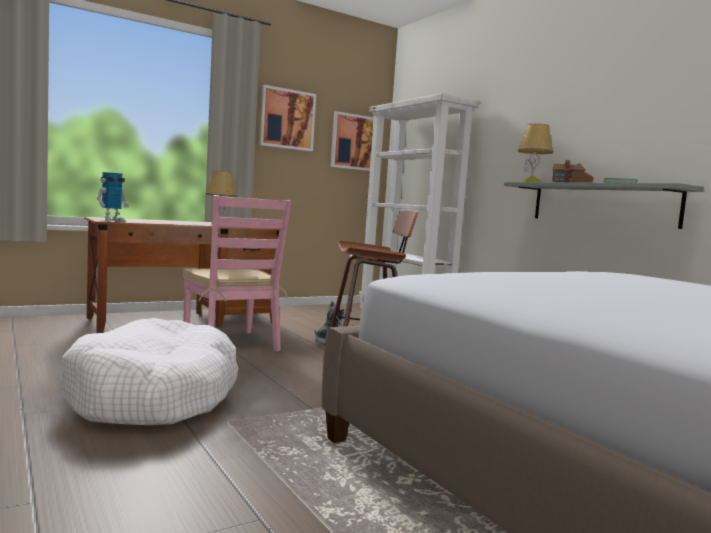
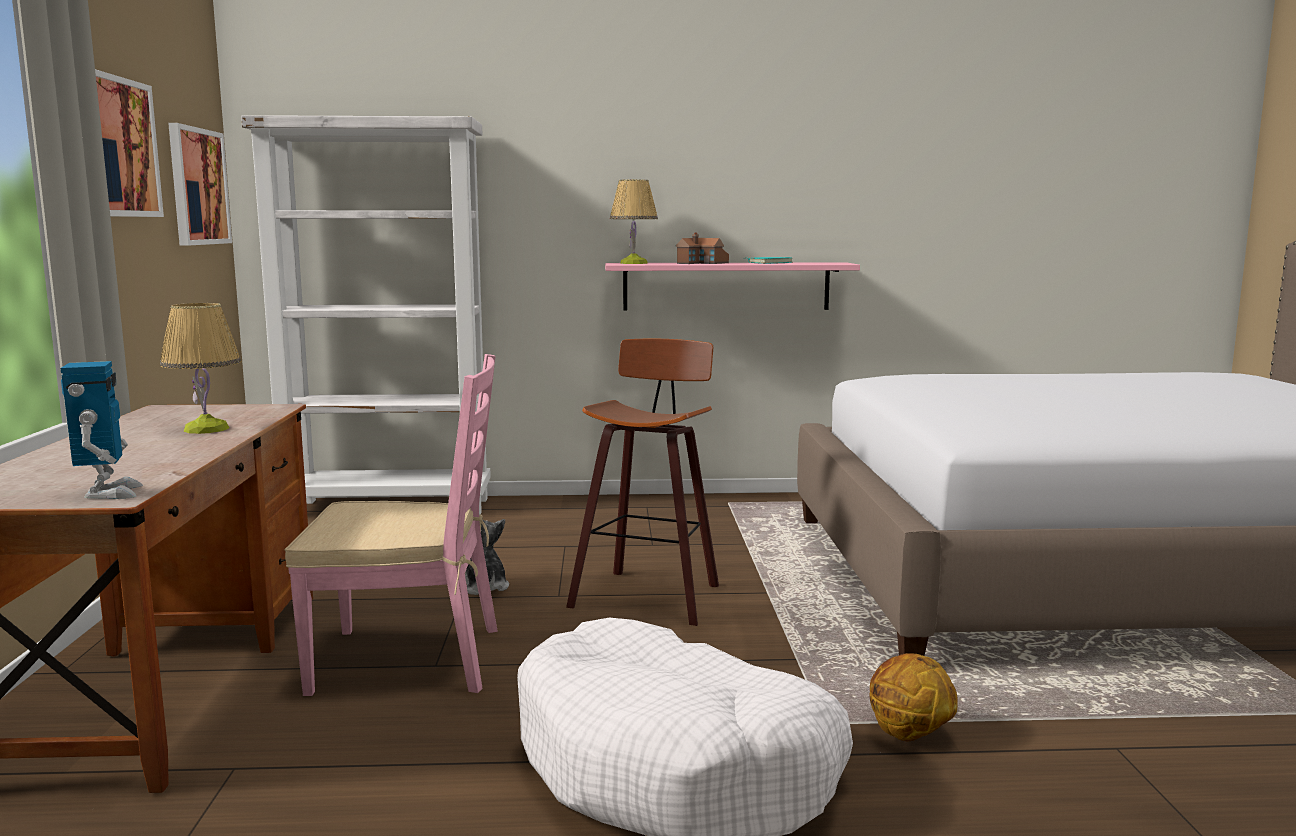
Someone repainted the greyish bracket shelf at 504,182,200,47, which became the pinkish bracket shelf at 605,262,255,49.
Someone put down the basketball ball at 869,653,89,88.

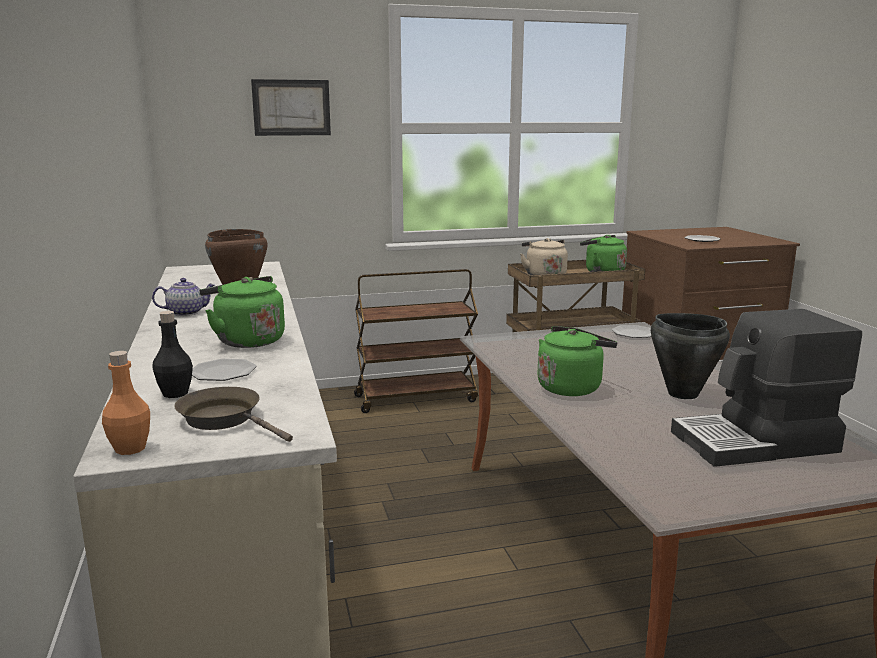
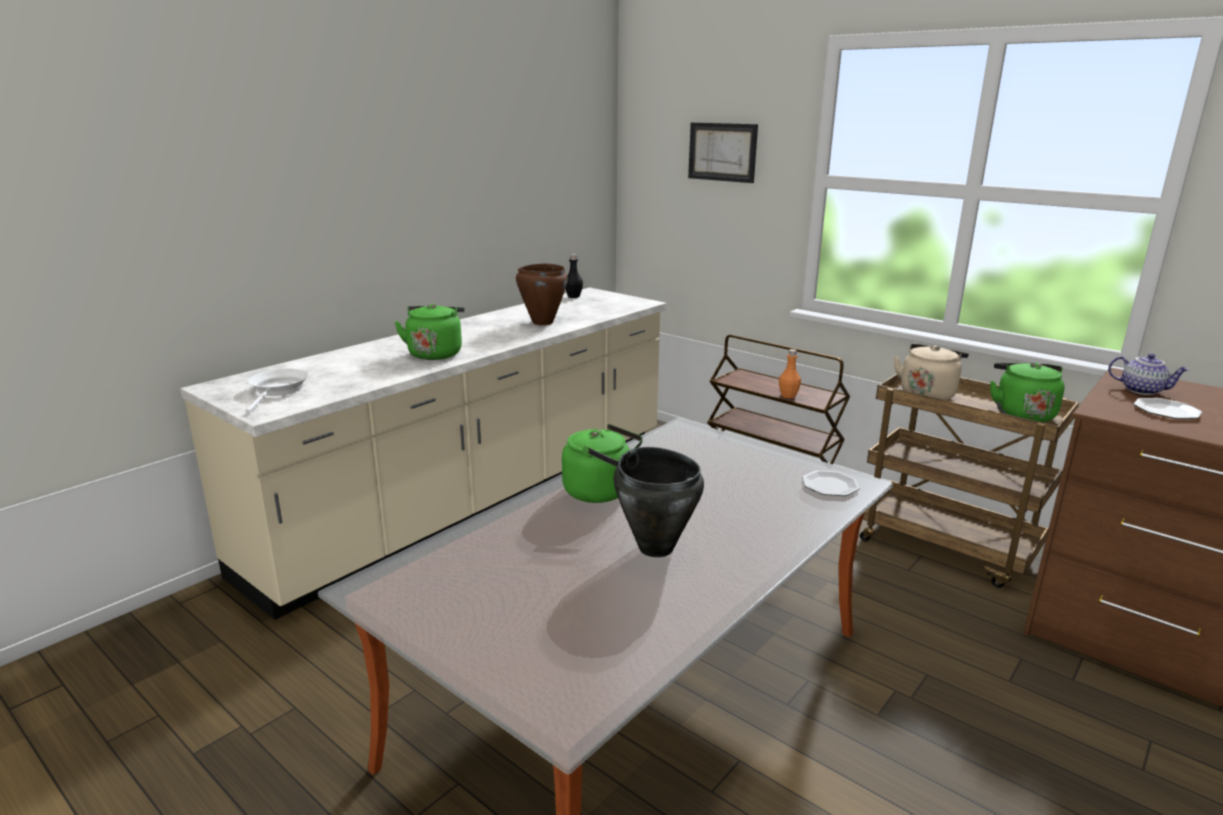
Someone repainted the brownish frying pan at 174,387,119,55, which became the whitish frying pan at 246,369,62,44.
Someone carried the black-coloured drink bottle from 152,311,41,87 to 565,254,18,44.
Someone carried the orange drink bottle from 102,351,48,104 to 779,349,22,49.
Someone carried the teapot from 152,278,63,38 to 1108,353,81,42.
Someone took away the flat dish at 192,359,65,22.
Someone took away the coffee maker at 671,309,191,158.

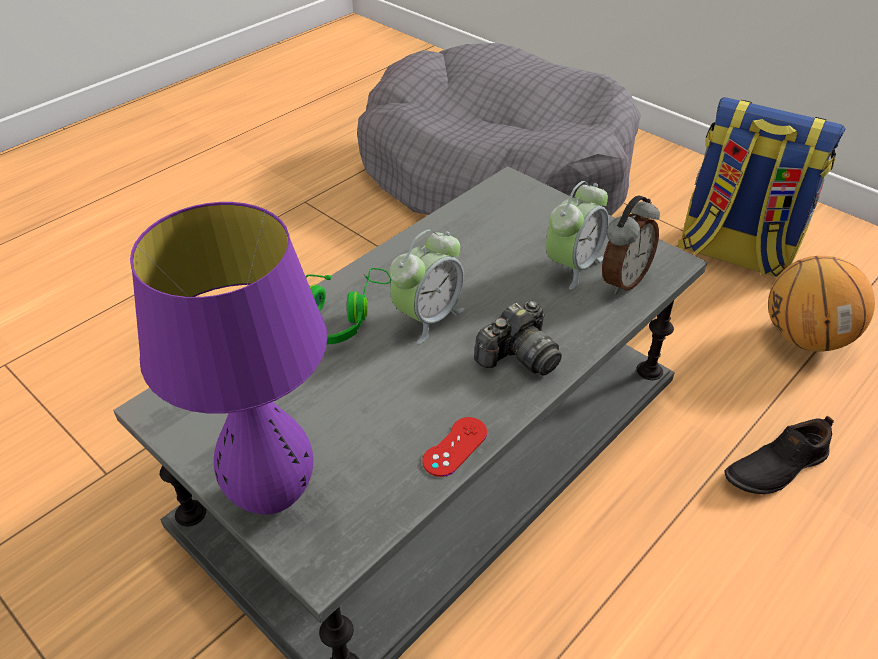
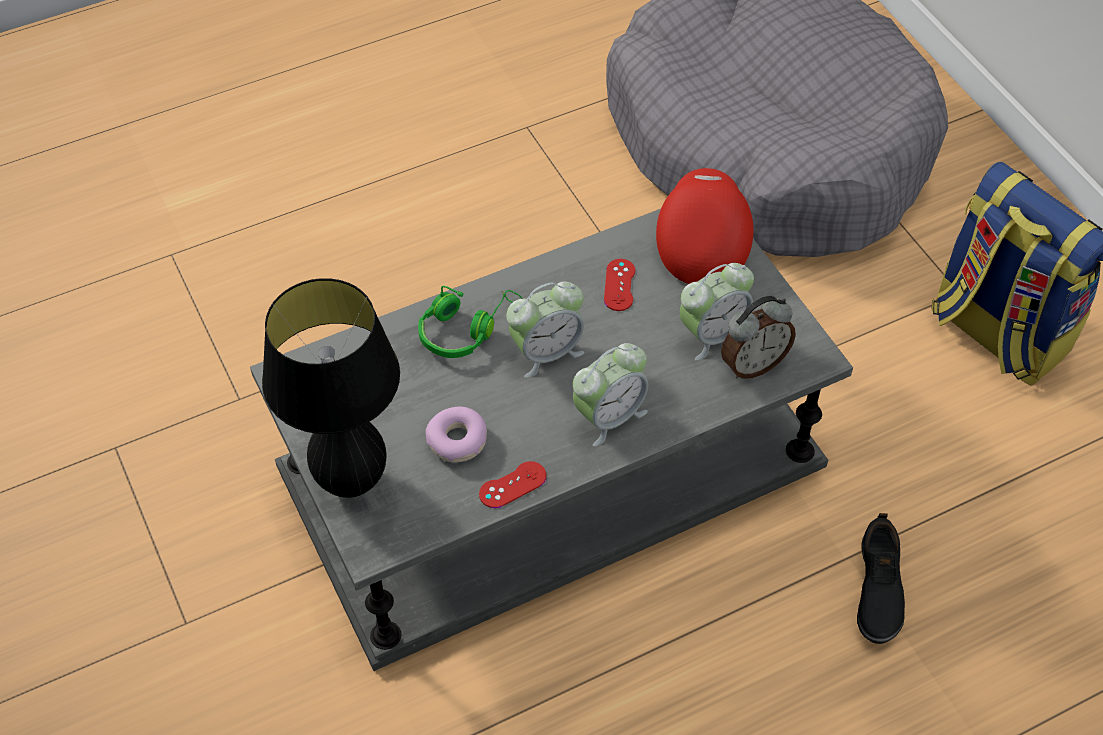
Someone repainted the purple table lamp at 130,202,197,312, which became the black-coloured table lamp at 262,278,138,220.
Someone put down the doughnut at 425,407,62,56.
Someone swapped the photo camera at 474,300,88,75 for the alarm clock at 573,343,75,104.
Someone put down the red-coloured game controller at 604,259,31,52.
Someone put down the red-coloured baseball cap at 656,168,98,116.
Someone rotated the black-coloured item of footwear at 725,416,109,78 by 75 degrees counterclockwise.
Someone took away the basketball ball at 768,256,107,96.

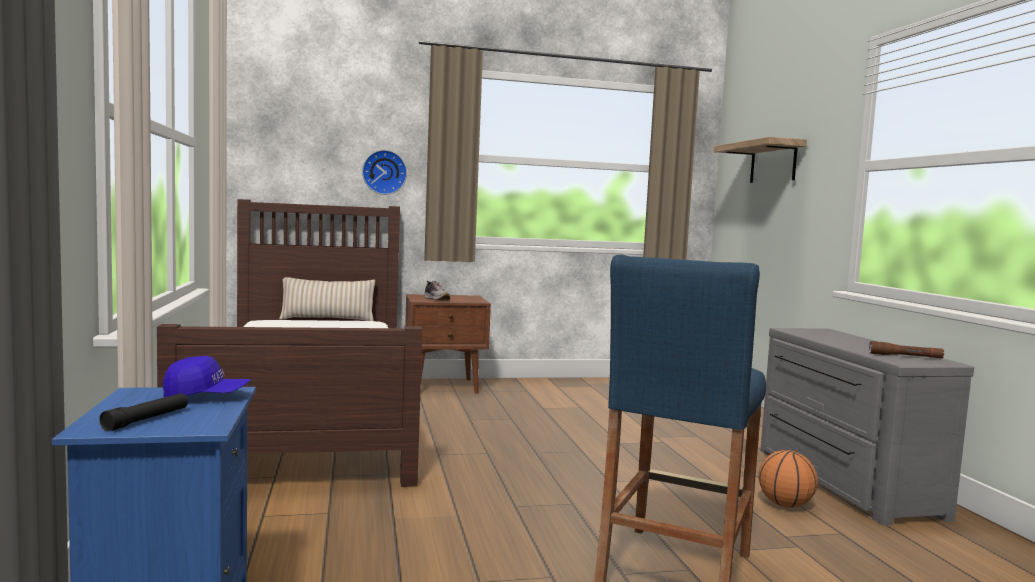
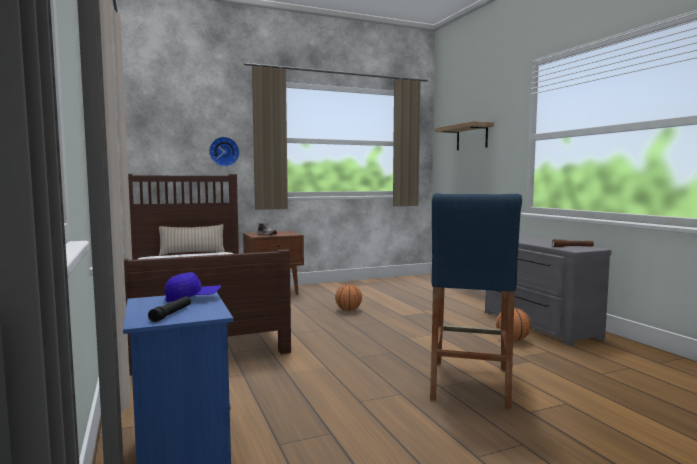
Someone put down the basketball ball at 335,284,27,27.

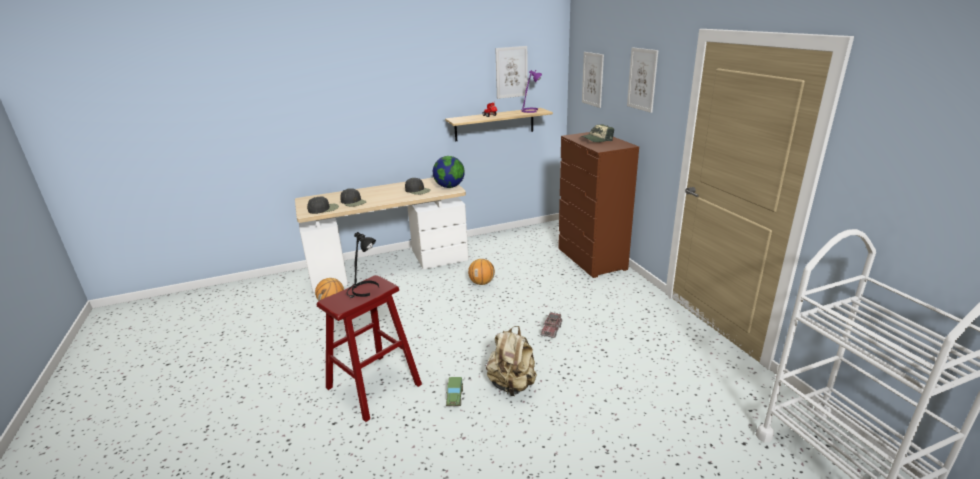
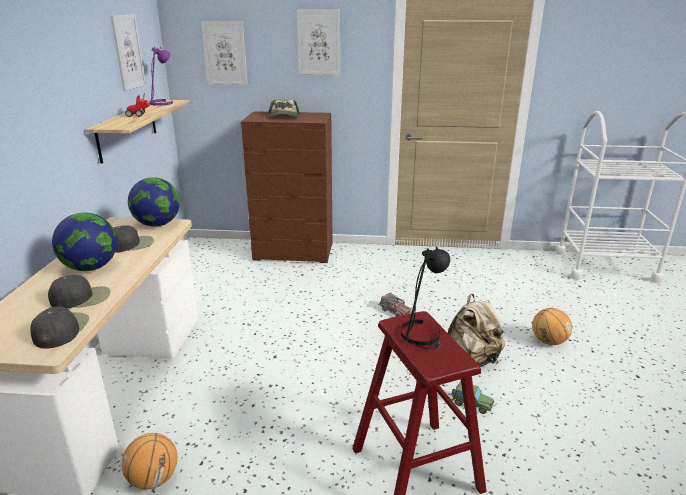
Someone put down the globe at 52,213,65,58.
Someone carried the basketball ball from 468,259,27,26 to 532,308,40,37.

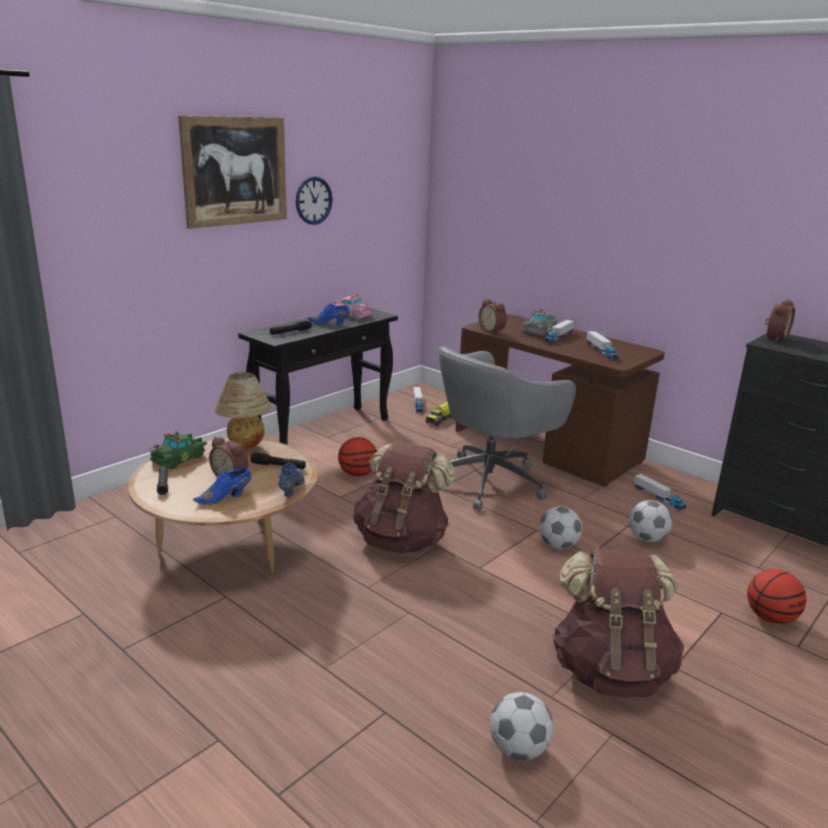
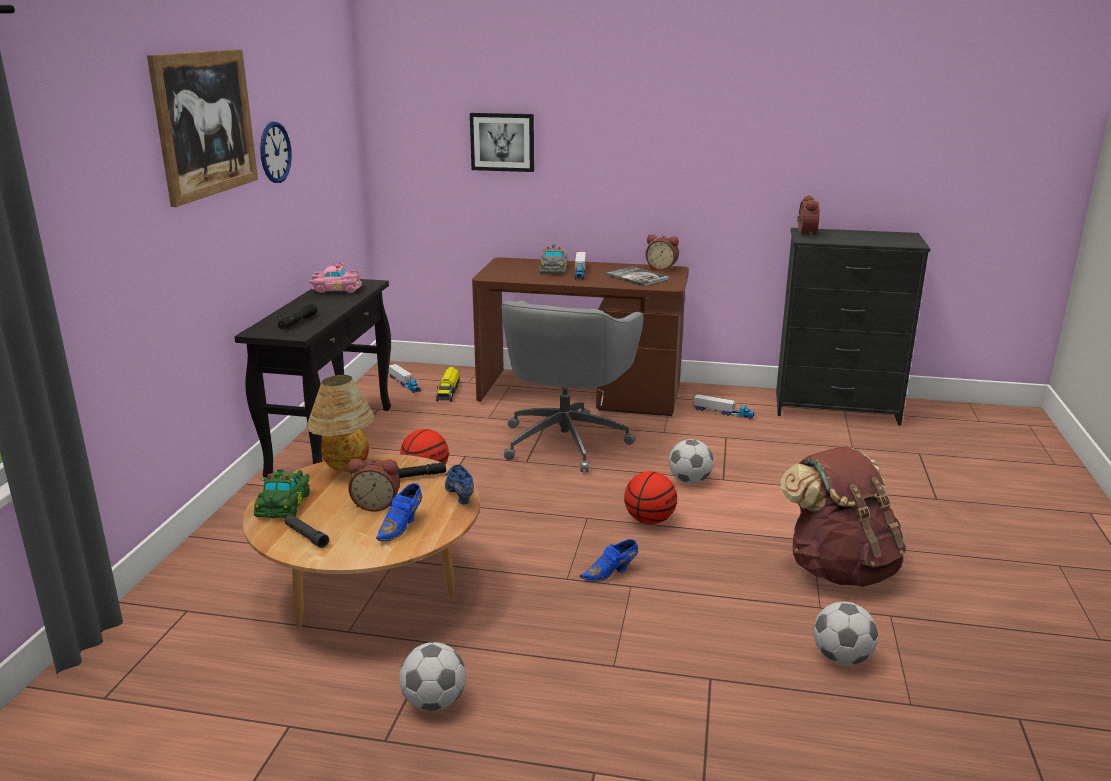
Someone carried the football from 629,500,43,42 to 399,642,67,69.
Someone put up the wall picture at 470,113,64,59.
Someone carried the blue item of footwear from 308,303,42,22 to 579,539,59,43.
Someone swapped the model truck at 586,331,33,29 for the bound book at 606,266,64,21.
Someone carried the basketball ball from 747,569,59,55 to 624,471,53,53.
Someone carried the alarm clock from 479,299,28,35 to 645,234,34,37.
Someone took away the brownish rucksack at 353,442,103,112.

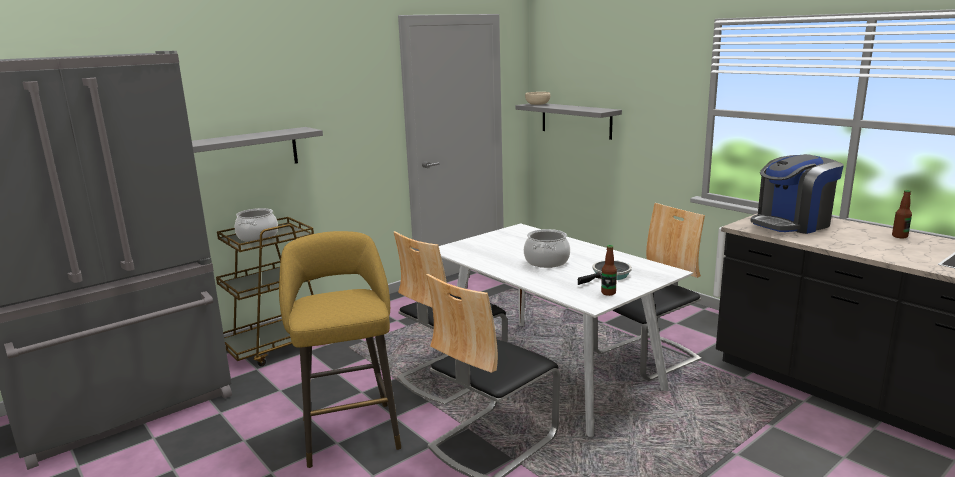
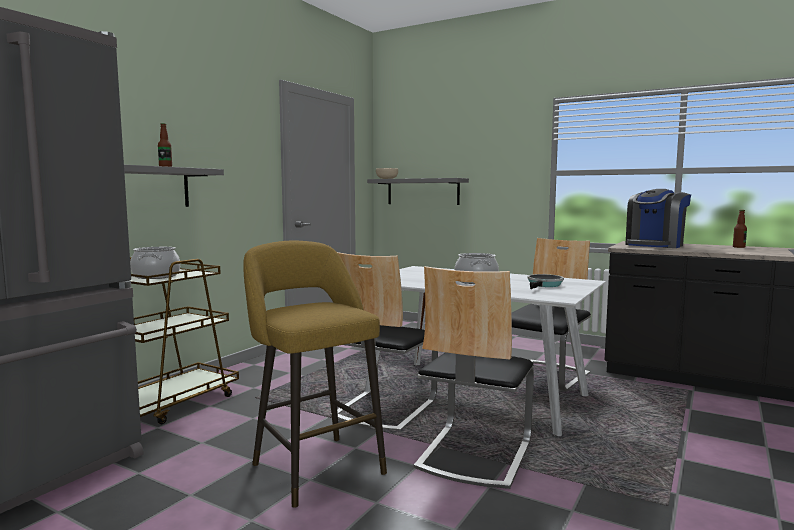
Someone carried the drink bottle from 601,245,16,51 to 158,123,14,44.

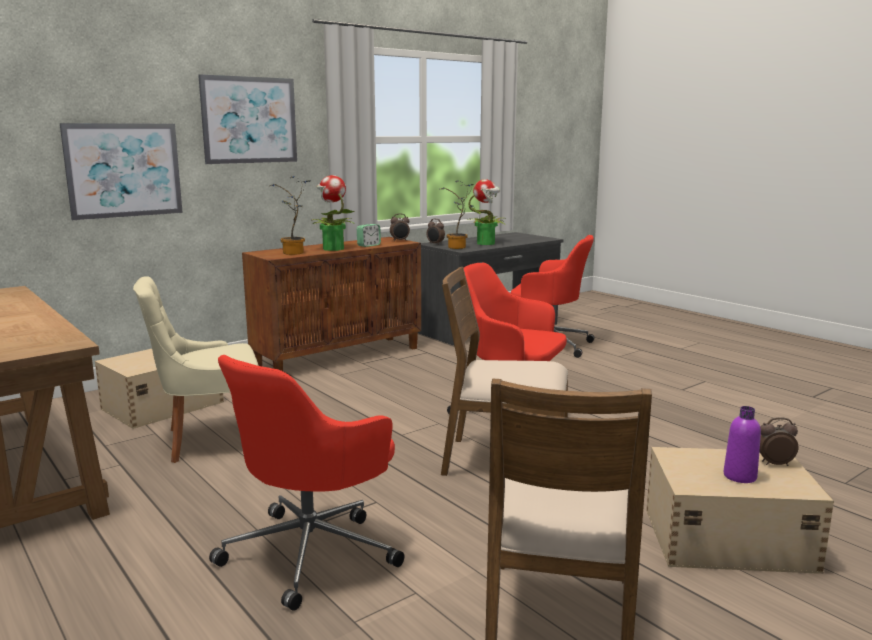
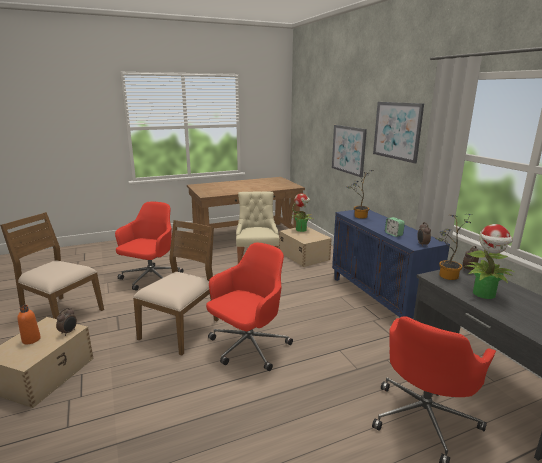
Someone repainted the purple drink bottle at 723,406,38,77, which became the orange drink bottle at 17,305,24,39.
Someone carried the alarm clock from 759,417,39,49 to 56,308,21,28.
Someone rotated the red-coloured office chair at 209,355,196,256 by 60 degrees clockwise.
Someone carried the houseplant from 311,175,43,76 to 291,193,22,39.
Someone repainted the brownish cupboard at 242,237,179,134, which became the blue cupboard at 332,210,118,109.

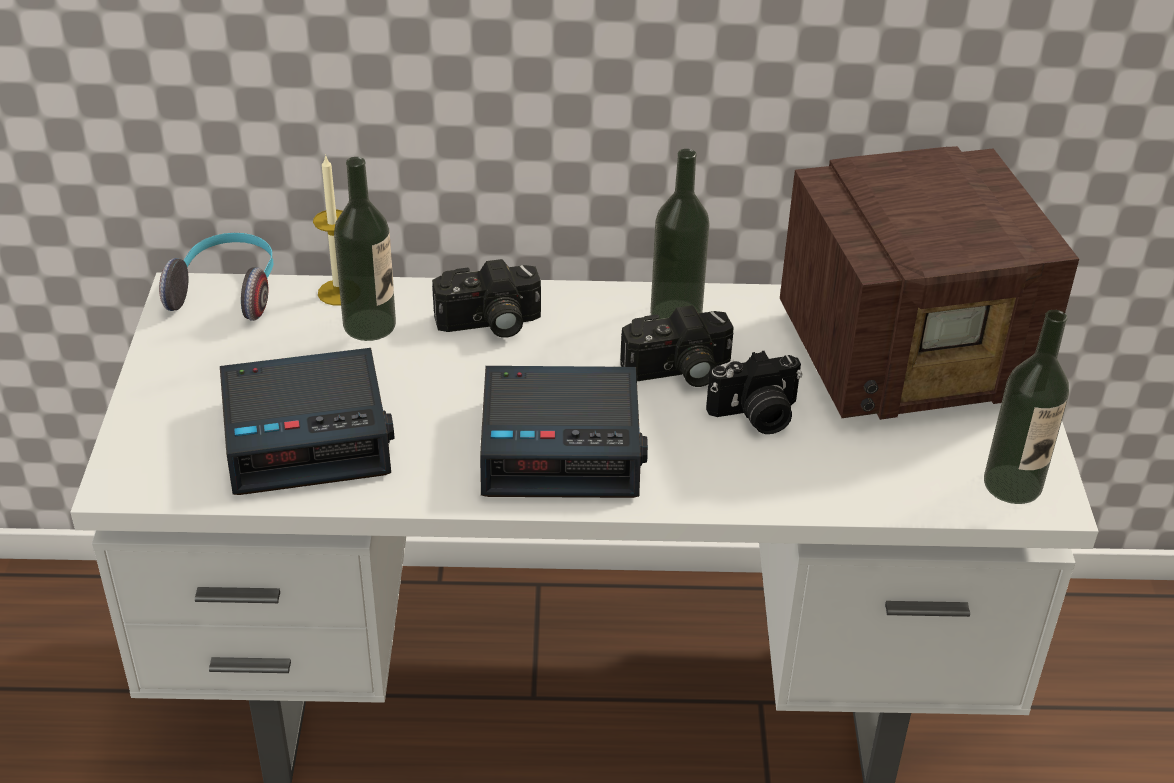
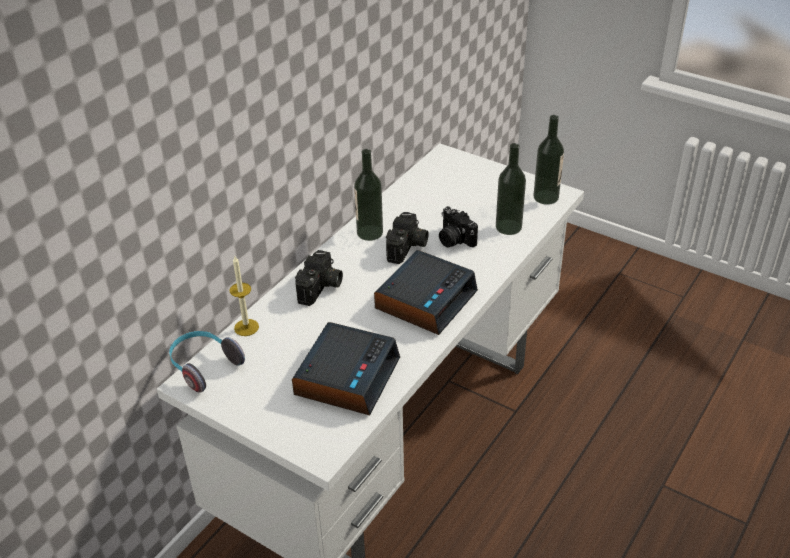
Someone rotated the photo camera at 706,351,96,83 by 120 degrees clockwise.
Someone carried the drink bottle from 334,157,62,184 to 496,143,30,92.
Someone took away the radio receiver at 780,146,299,274.

